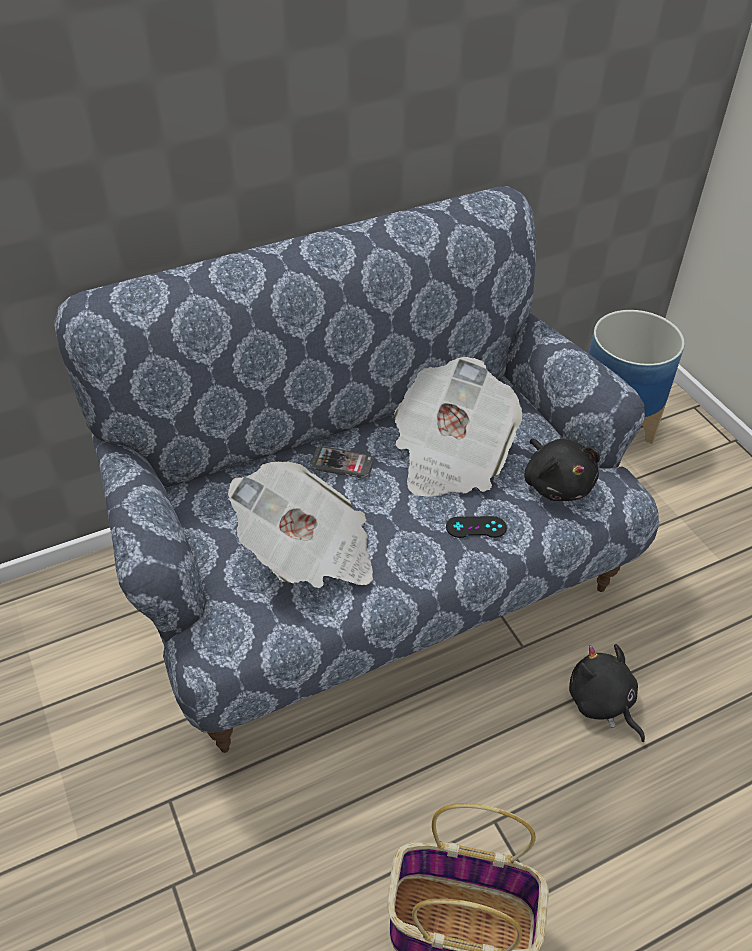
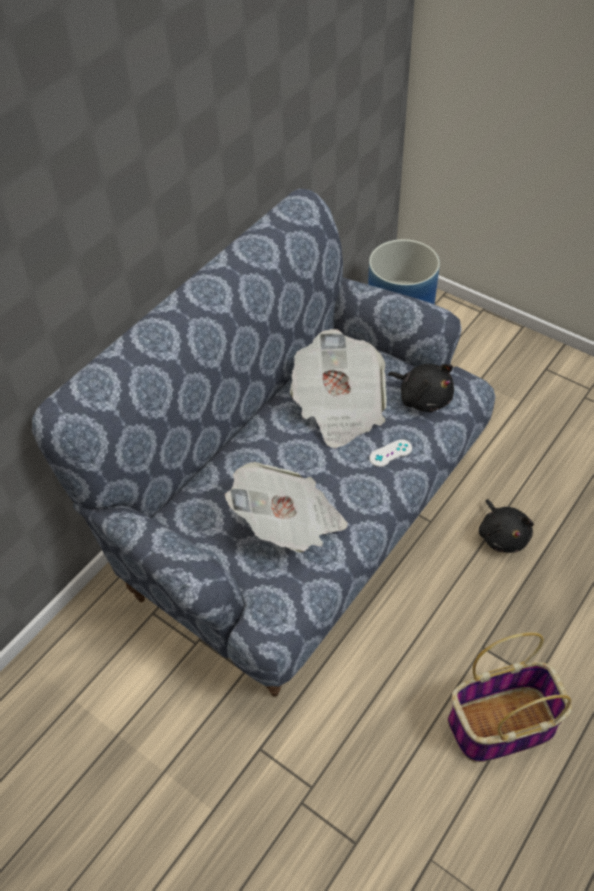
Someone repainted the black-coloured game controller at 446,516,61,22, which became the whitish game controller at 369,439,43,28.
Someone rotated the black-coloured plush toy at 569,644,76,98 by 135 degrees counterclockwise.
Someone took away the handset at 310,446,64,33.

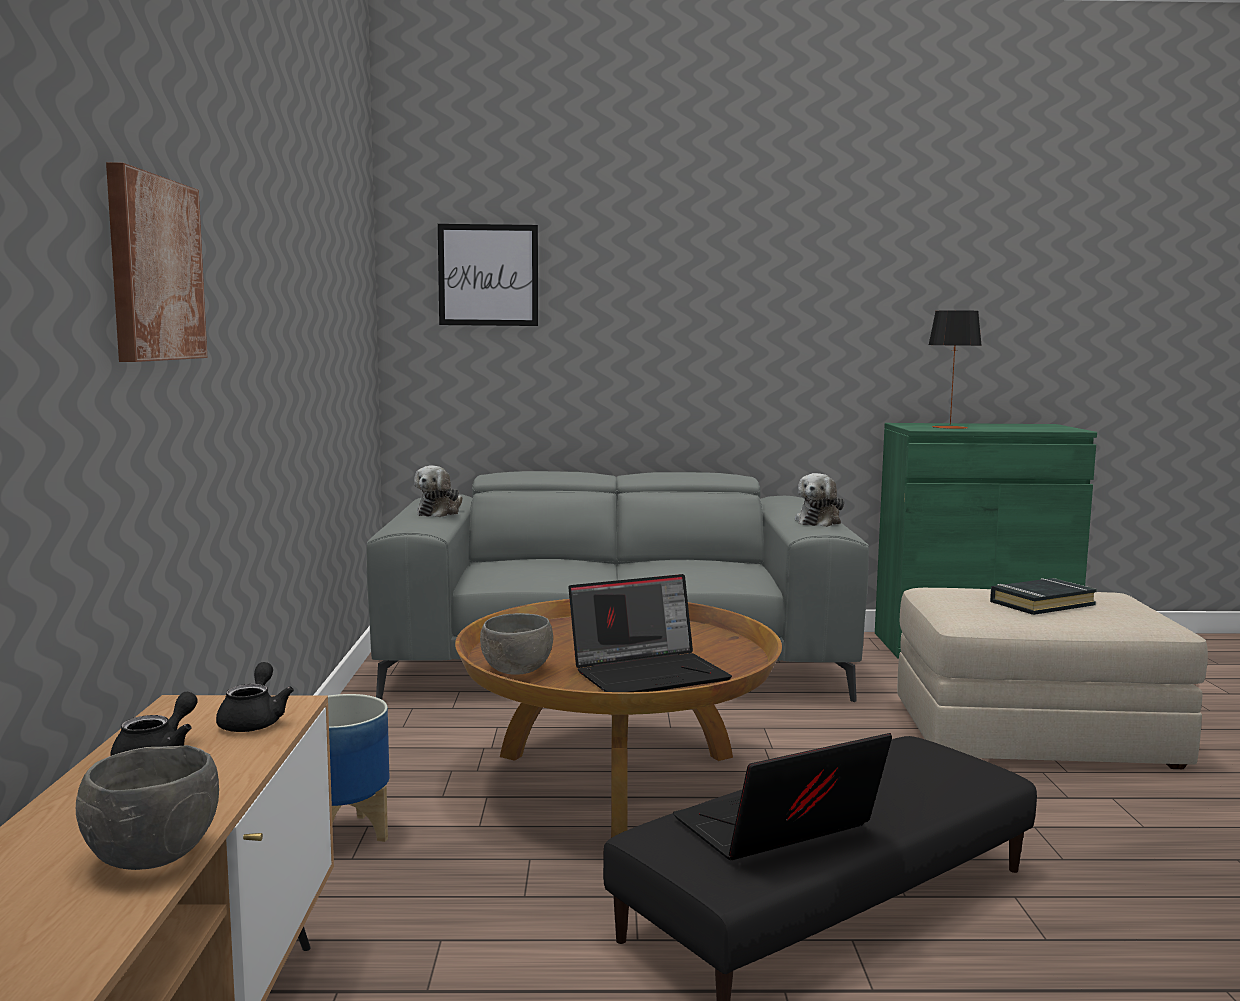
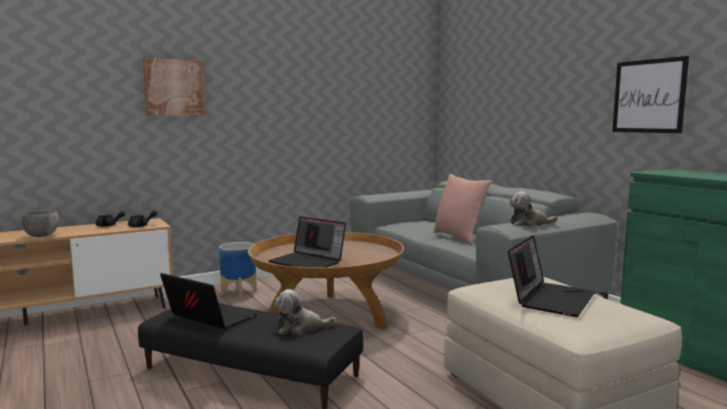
Someone carried the plush toy from 414,465,49,52 to 273,289,63,46.
Someone put down the pinkish pillow at 434,174,58,71.
Someone swapped the black-coloured bound book at 990,578,107,37 for the portable computer at 508,235,88,82.
Someone carried the wall picture from 438,224,100,102 to 612,56,77,77.
Someone took away the greyish deep dish at 480,613,73,62.
Someone took away the table lamp at 929,310,53,119.

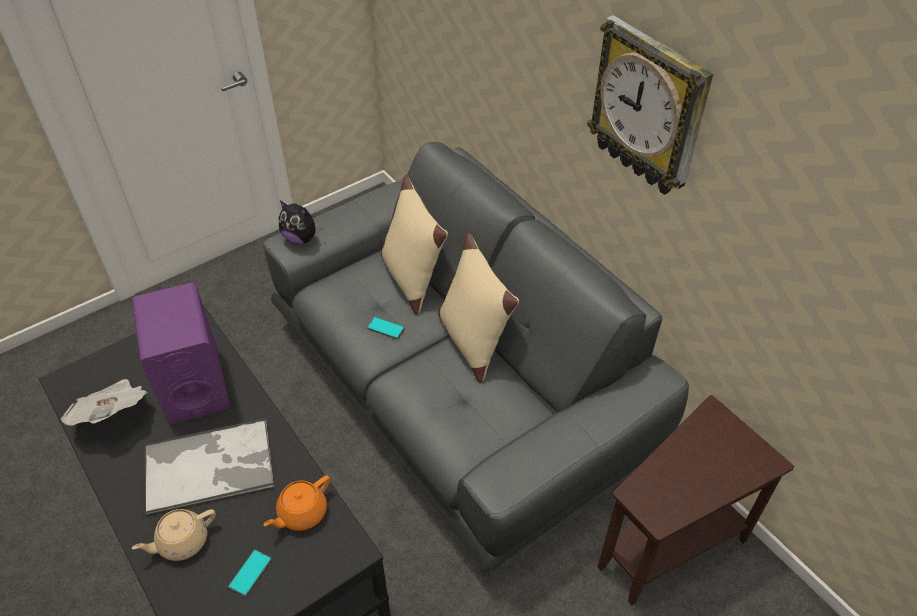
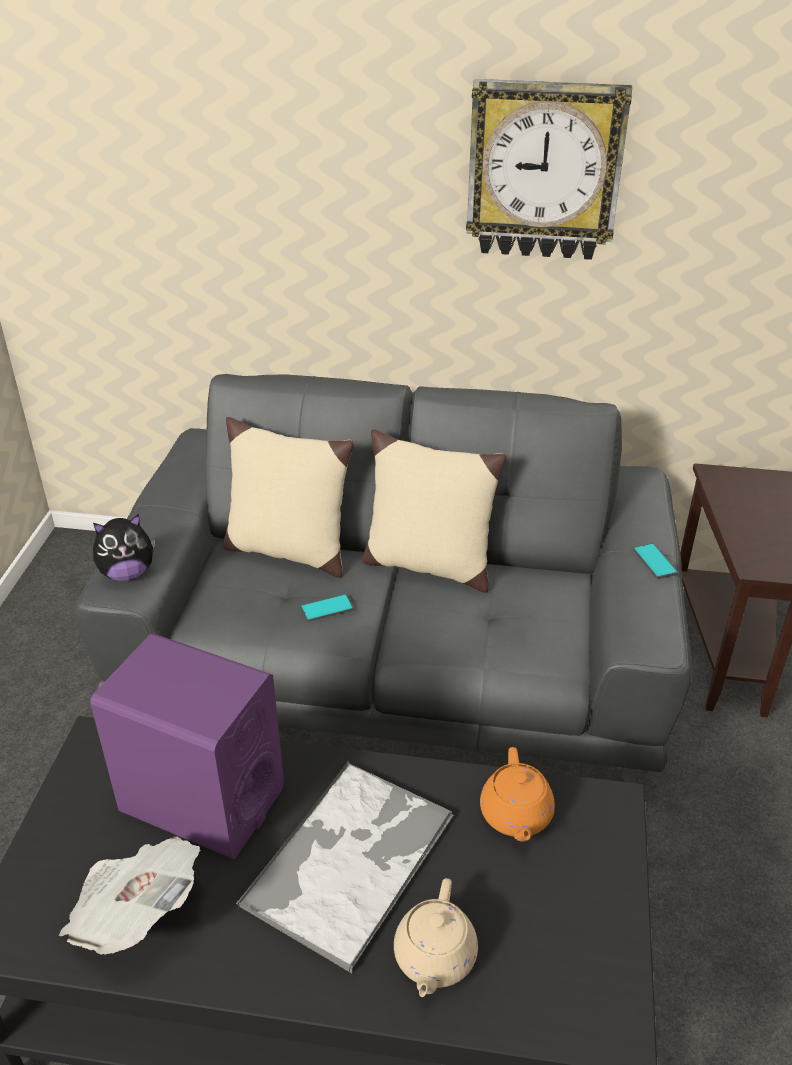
Someone carried the handset from 228,549,44,48 to 633,543,45,36.

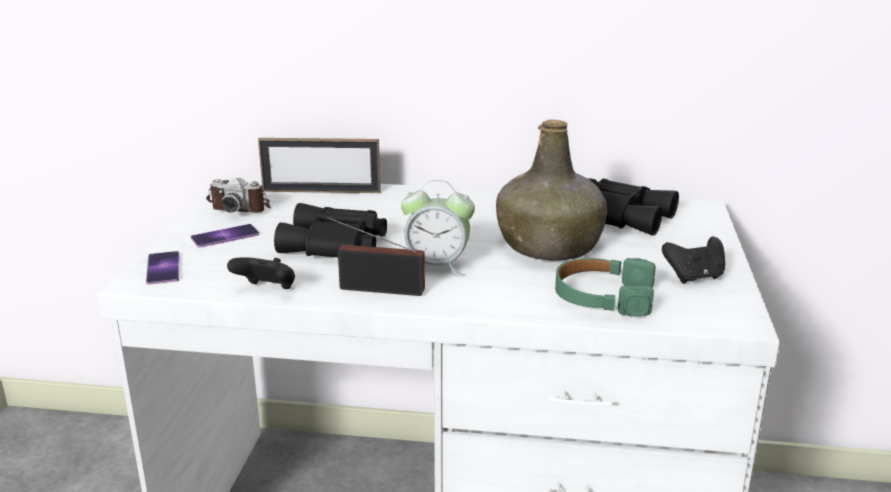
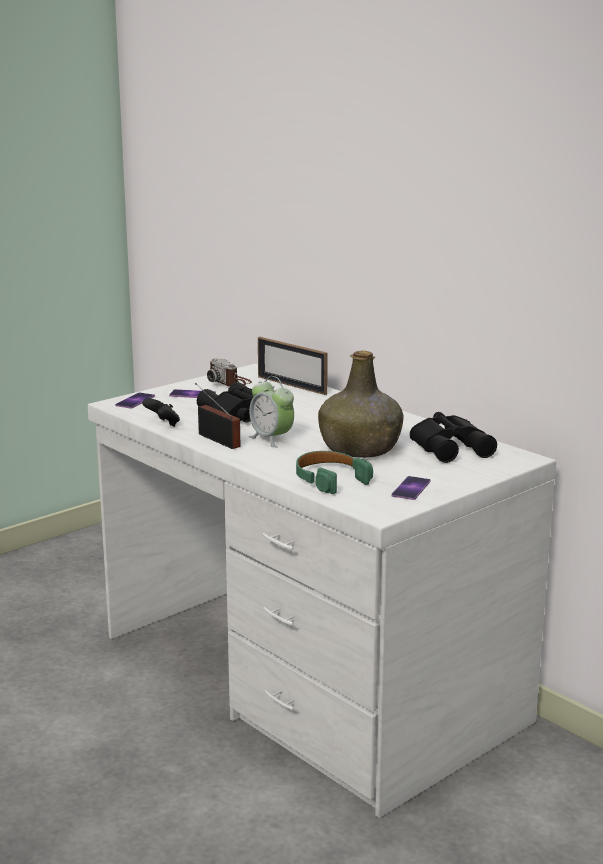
Someone swapped the black-coloured game controller at 662,236,63,48 for the handset at 391,476,39,24.

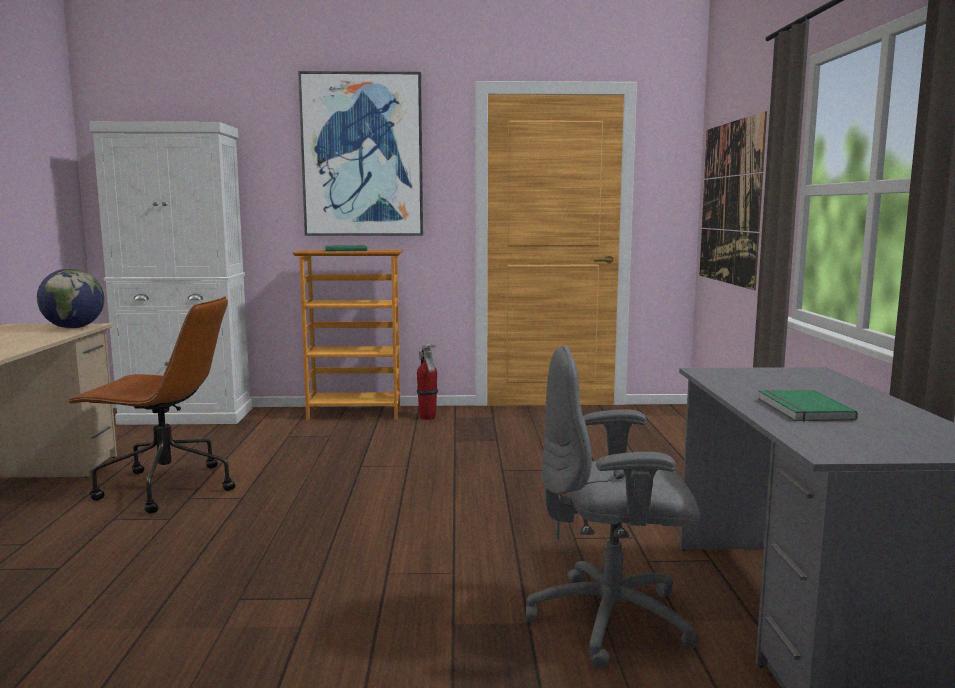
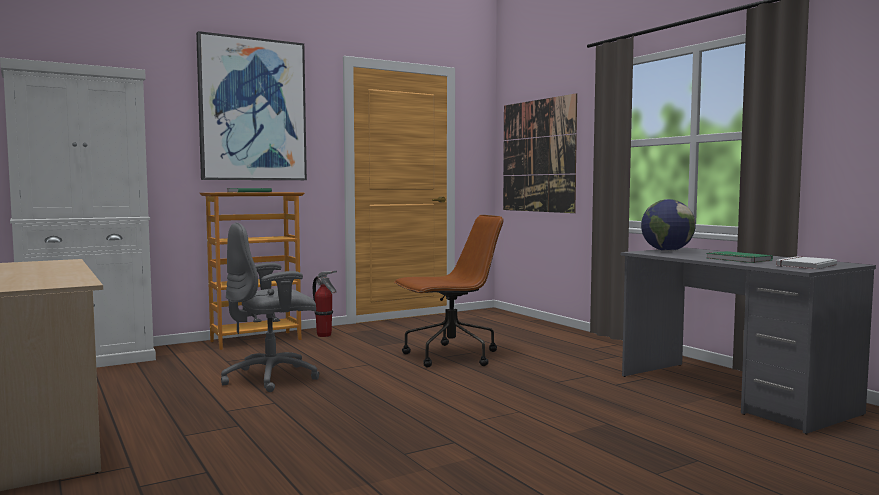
Someone carried the greyish office chair from 526,345,174,324 to 221,222,98,170.
Someone carried the brownish office chair from 66,296,170,218 to 394,215,110,153.
Someone carried the globe from 37,268,67,61 to 641,199,55,52.
Someone put down the whitish bound book at 775,256,62,13.

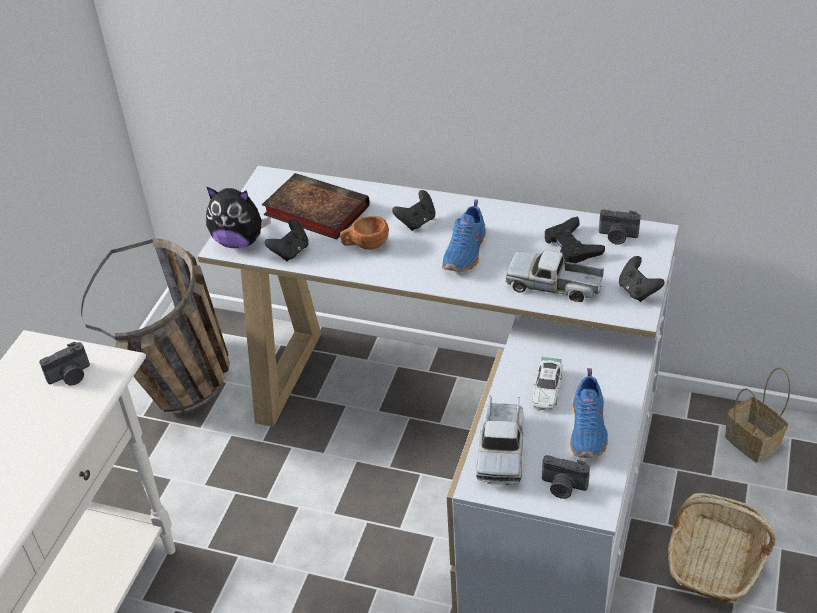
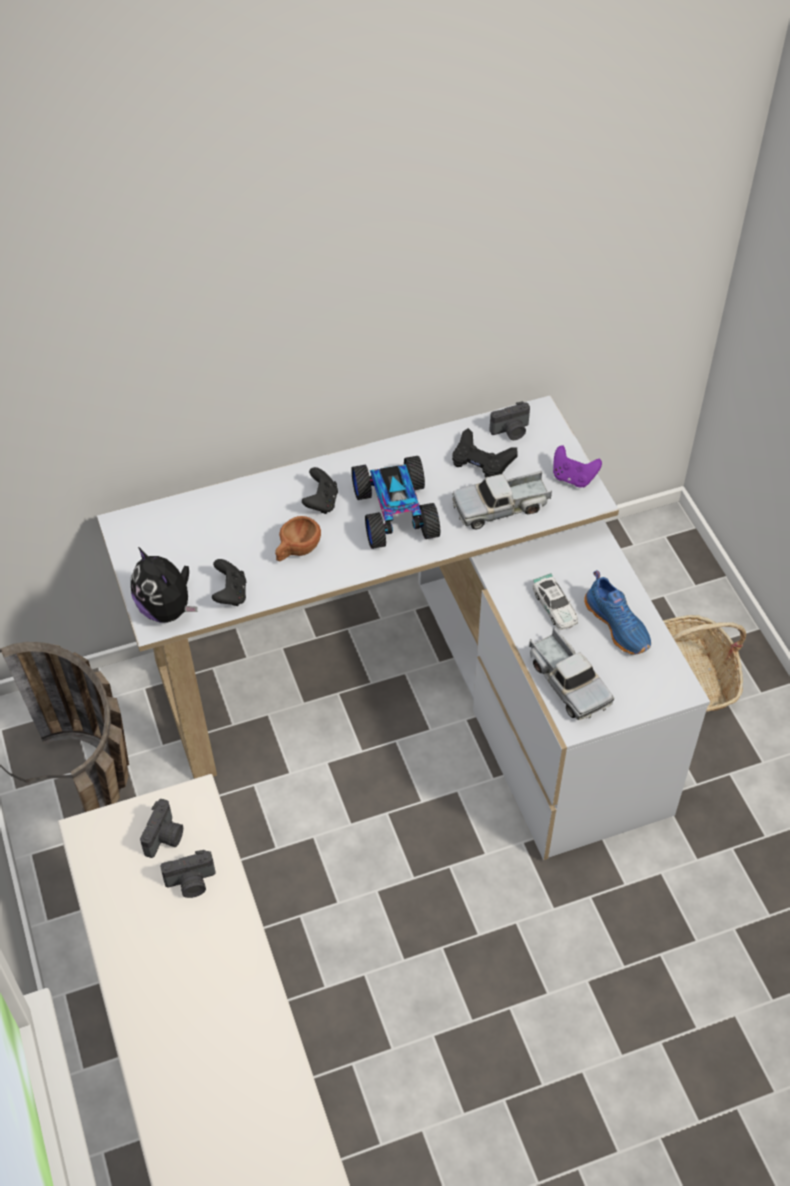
Someone rotated the plush toy at 206,186,65,62 by 75 degrees clockwise.
Someone carried the photo camera from 542,455,48,44 to 160,850,56,48.
Someone swapped the blue item of footwear at 442,199,44,73 for the model car at 351,456,89,93.
Someone repainted the black-coloured game controller at 619,256,46,46, which became the purple game controller at 553,445,49,42.
Someone took away the bound book at 262,173,108,67.
Someone took away the storage basket at 725,367,66,96.

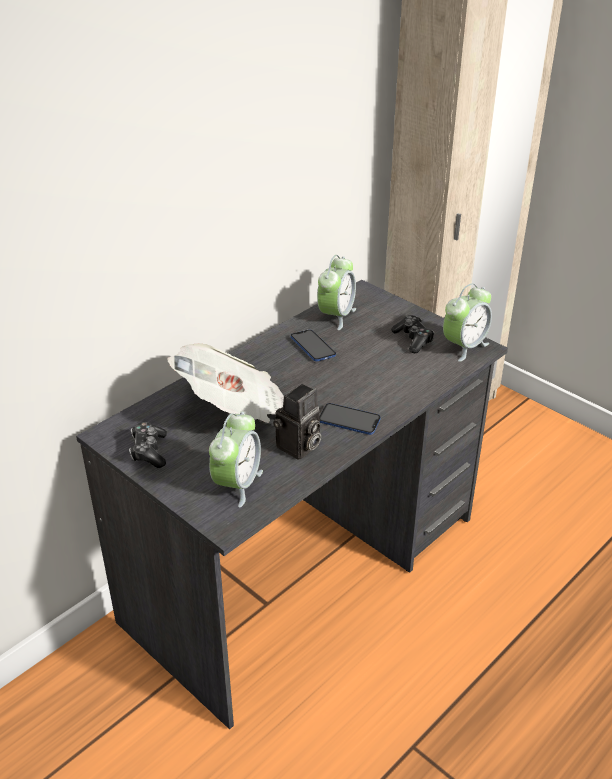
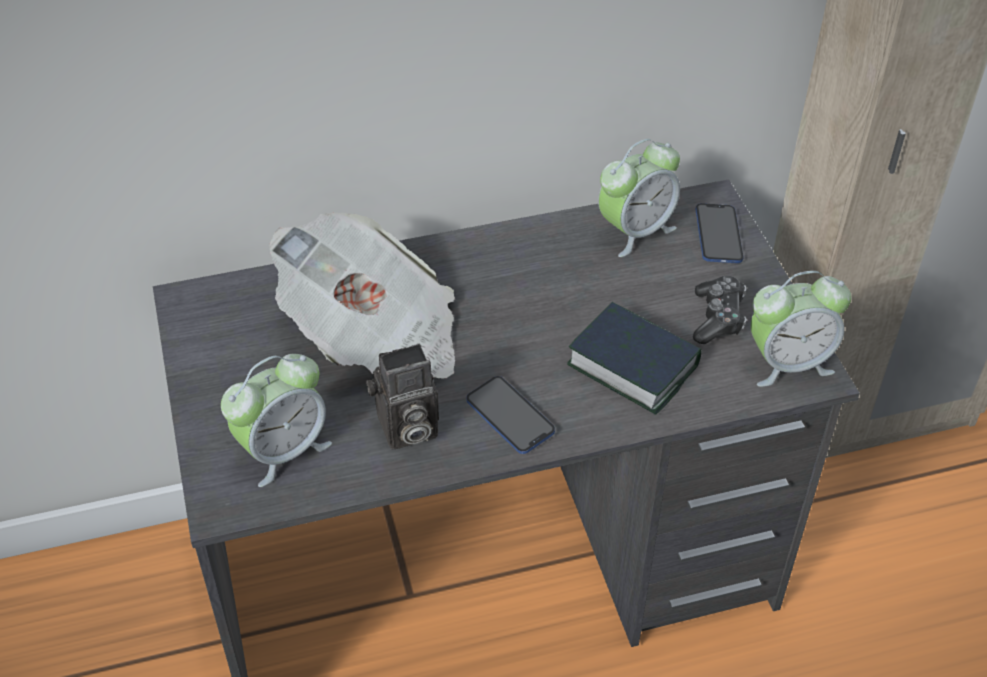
Someone put down the bound book at 567,302,134,113.
Someone carried the handset from 291,330,45,31 to 695,203,49,60.
Someone took away the game controller at 129,422,38,46.

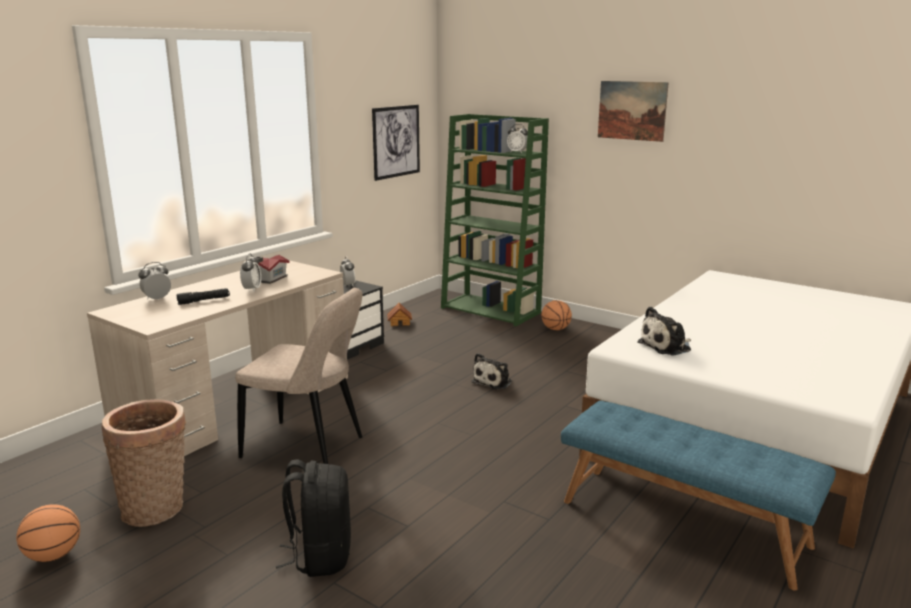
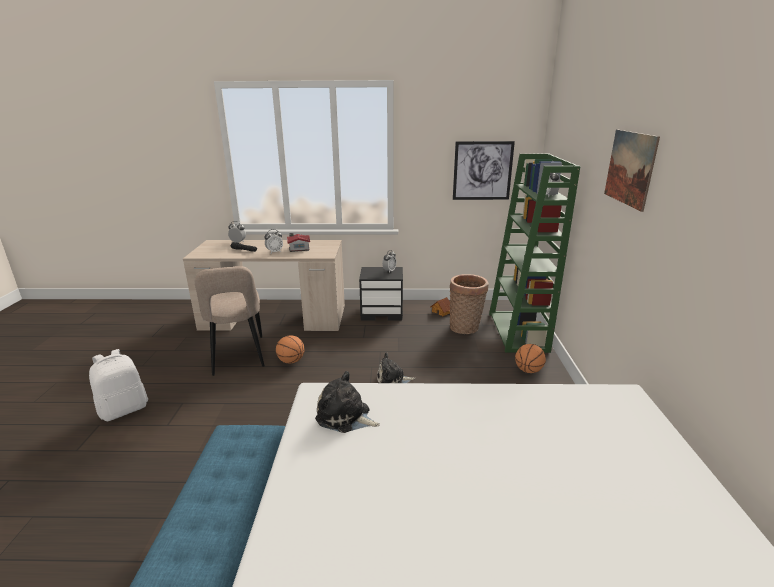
Someone repainted the black-coloured rucksack at 276,459,75,118, which became the whitish rucksack at 89,349,59,72.
Someone carried the basketball ball from 16,504,64,58 to 276,335,29,28.
Someone carried the storage basket from 102,399,84,128 to 450,274,39,60.

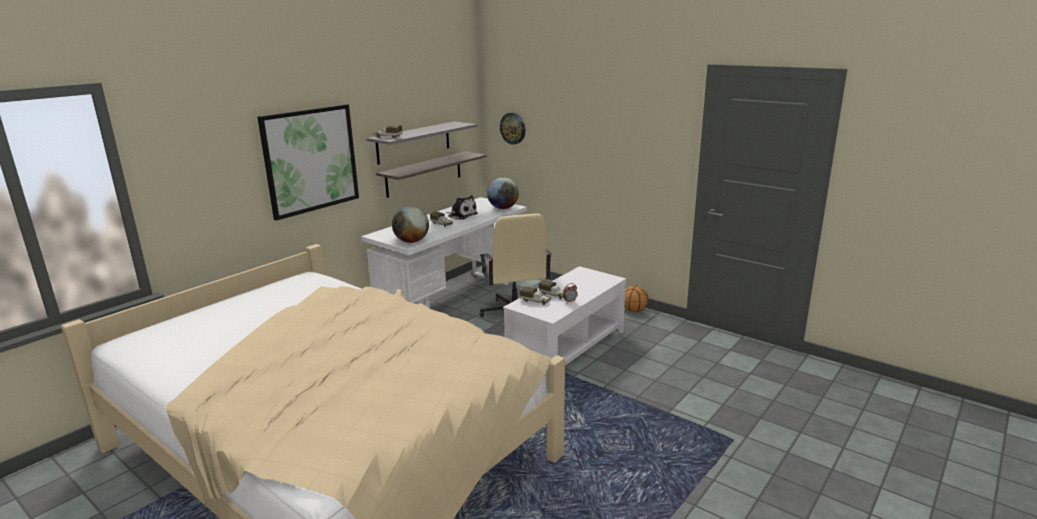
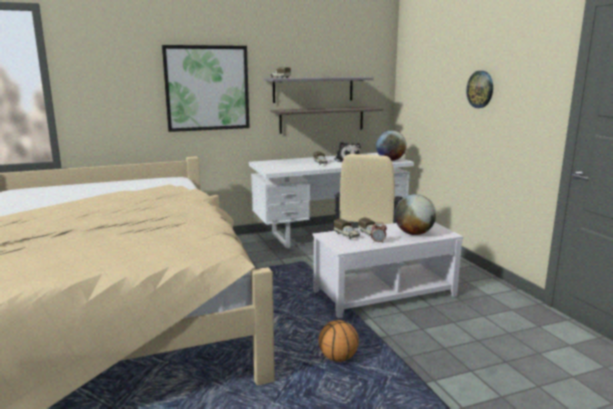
Someone carried the basketball ball from 625,285,24,27 to 319,320,40,42.
Someone carried the globe from 392,206,37,37 to 395,194,41,41.
Someone carried the wall clock from 500,113,25,32 to 466,71,27,37.

